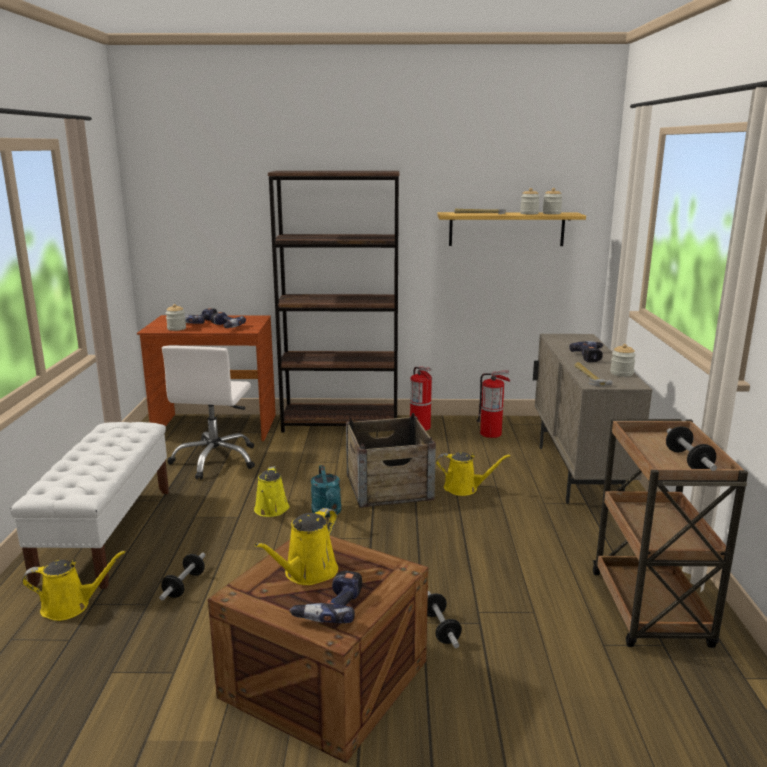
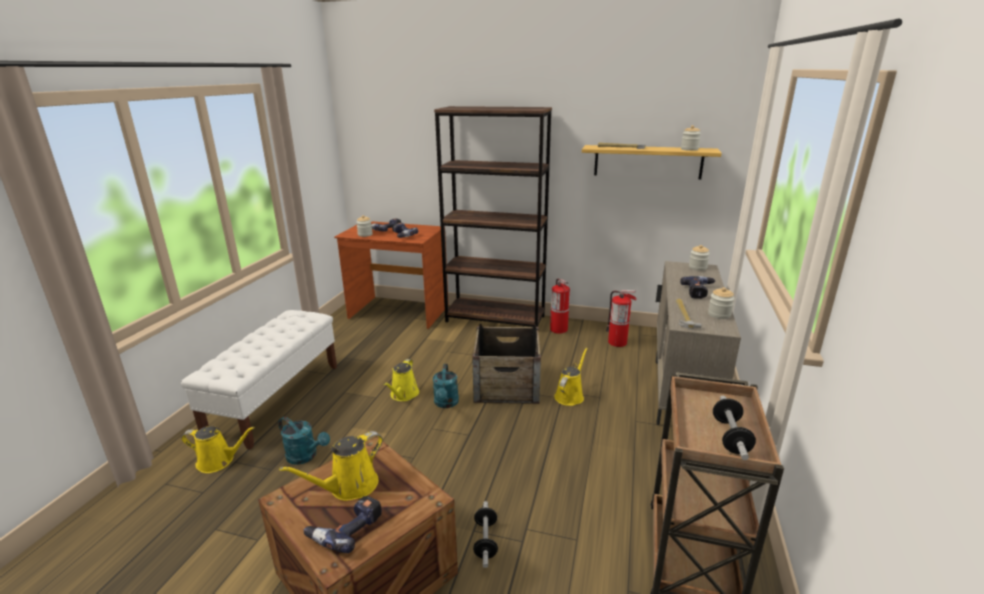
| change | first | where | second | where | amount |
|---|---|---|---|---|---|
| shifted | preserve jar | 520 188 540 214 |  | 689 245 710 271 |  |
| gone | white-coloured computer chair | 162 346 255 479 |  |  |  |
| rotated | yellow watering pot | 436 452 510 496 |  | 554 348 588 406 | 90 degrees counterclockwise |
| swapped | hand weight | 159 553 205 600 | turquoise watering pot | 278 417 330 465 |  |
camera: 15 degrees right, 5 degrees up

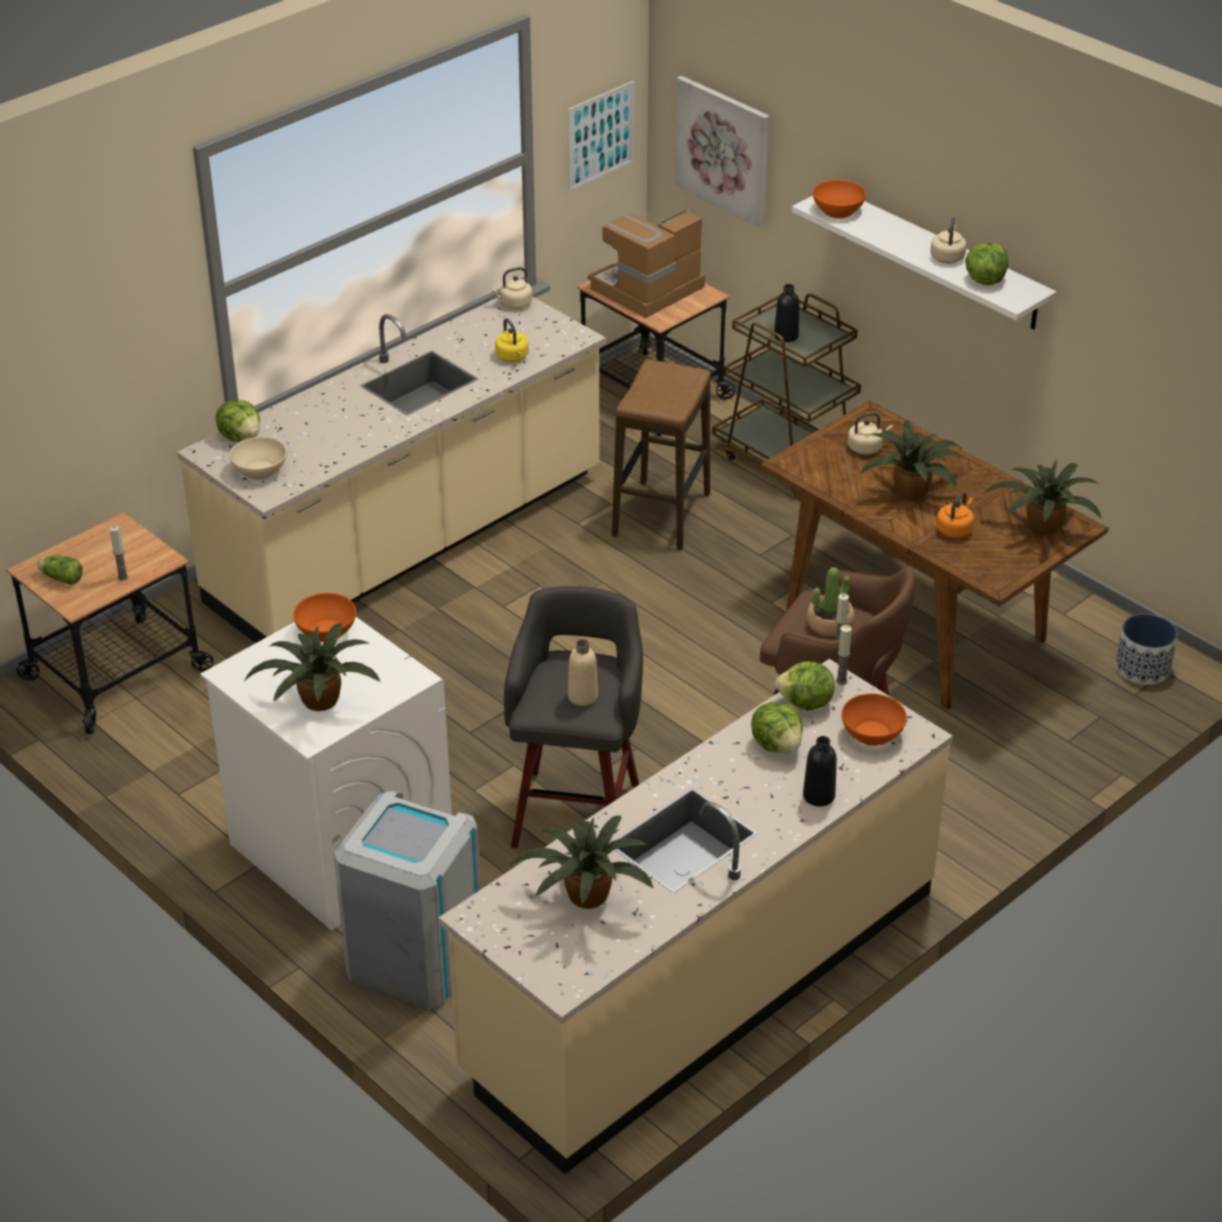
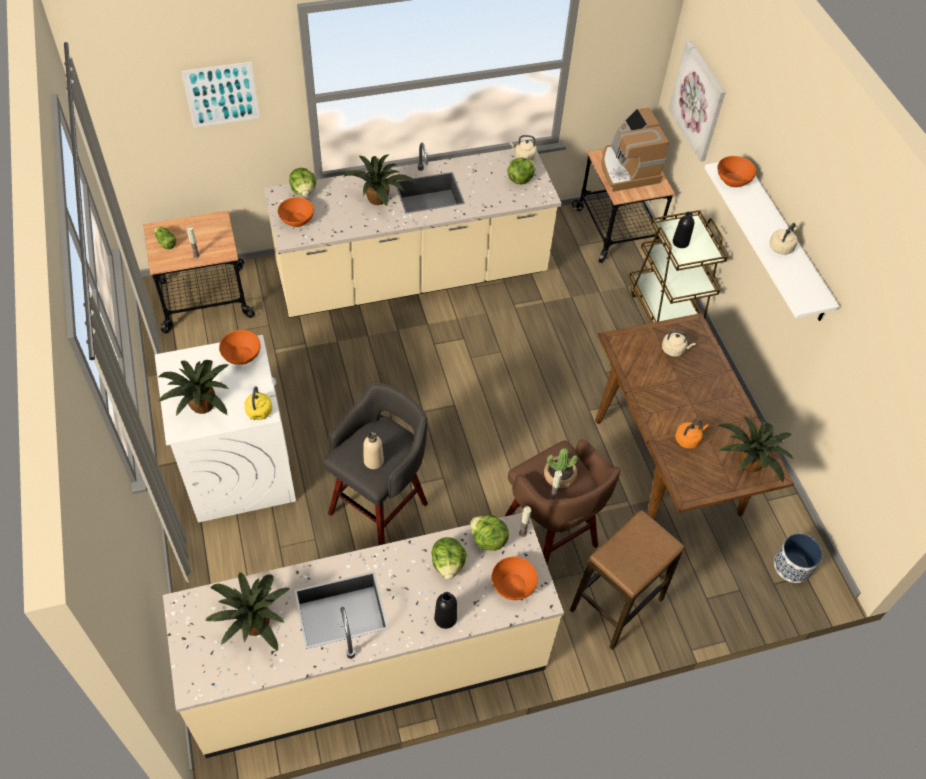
| change | first | where | second | where | amount |
|---|---|---|---|---|---|
| shifted | wall picture | 567 81 634 192 |  | 181 62 260 128 |  |
| rotated | coffee maker | 588 210 705 318 |  | 602 108 669 192 | 90 degrees counterclockwise |
| shifted | head of lettuce | 965 243 1008 285 |  | 507 158 536 184 |  |
| shifted | yellow kettle | 495 318 529 362 |  | 244 386 272 420 |  |
| shifted | stool seat | 612 359 711 550 |  | 570 510 684 650 |  |
| shifted | houseplant | 860 420 965 501 |  | 343 154 417 206 |  |
| repainted | beige deep dish | 230 437 287 480 | orangey deep dish | 278 197 314 227 |  |
| gone | grey trash can | 334 791 481 1010 |  |  |  |
camera: 25 degrees right, 15 degrees up

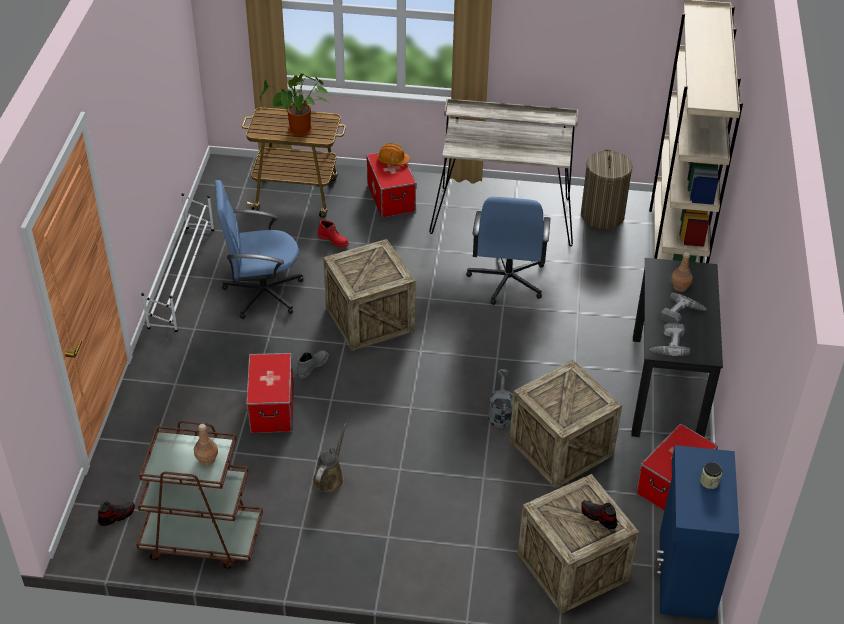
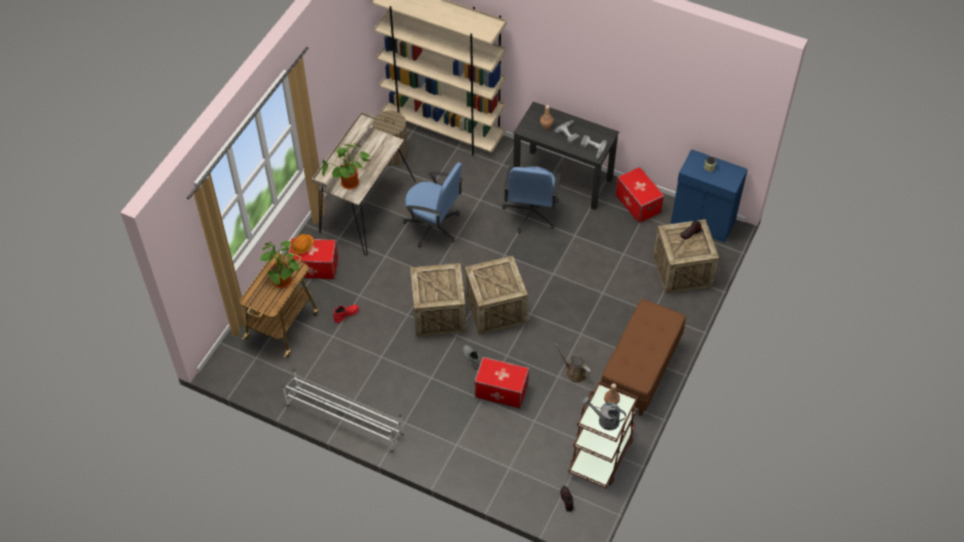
| change | first | where | second | where | amount |
|---|---|---|---|---|---|
| shifted | blue-coloured computer chair | 215 180 303 319 |  | 502 166 561 233 |  |
| shifted | shipping crate | 509 360 622 488 |  | 465 256 528 335 |  |
| shifted | grey watering pot | 488 369 513 428 |  | 582 397 626 430 |  |
| new |  |  | houseplant | 322 144 371 190 |  |
| new |  |  | brown indoor bench | 600 299 686 416 |  |
camera: 70 degrees left, 10 degrees up

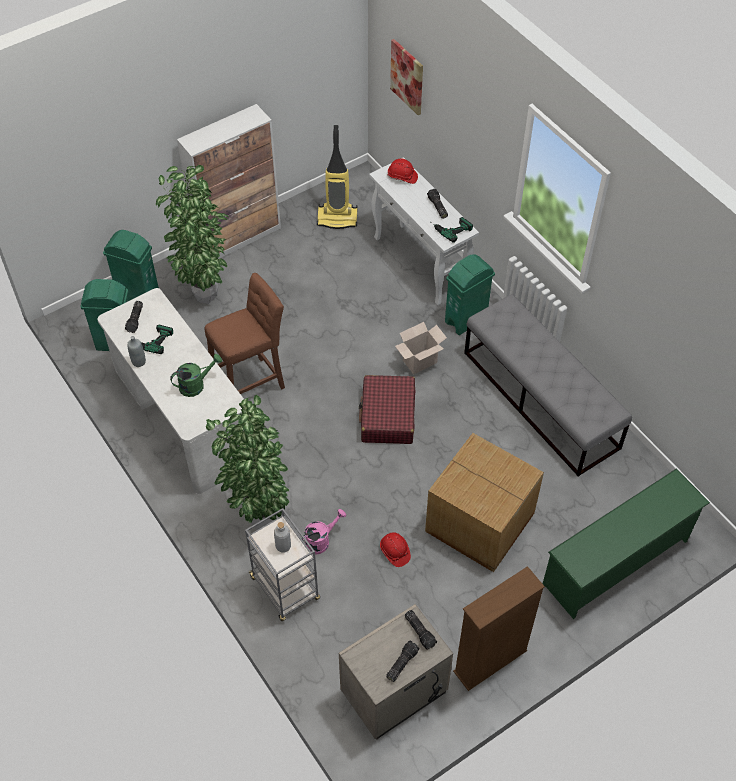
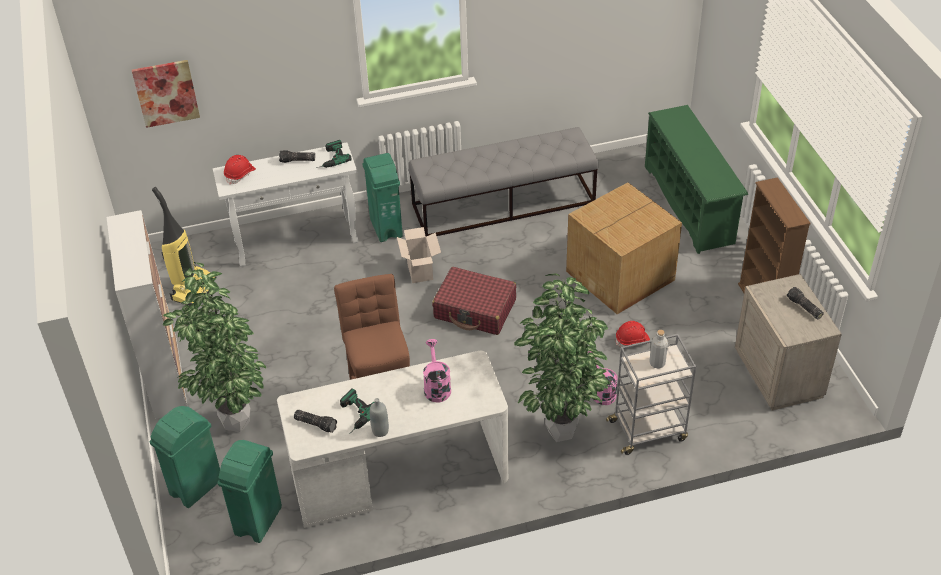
| change | first | where | second | where | amount |
|---|---|---|---|---|---|
| repainted | green watering pot | 170 354 222 397 | pinkish watering pot | 423 339 451 403 |  |
| gone | hand torch | 405 610 437 650 |  |  |  |
camera: 70 degrees left, 10 degrees down

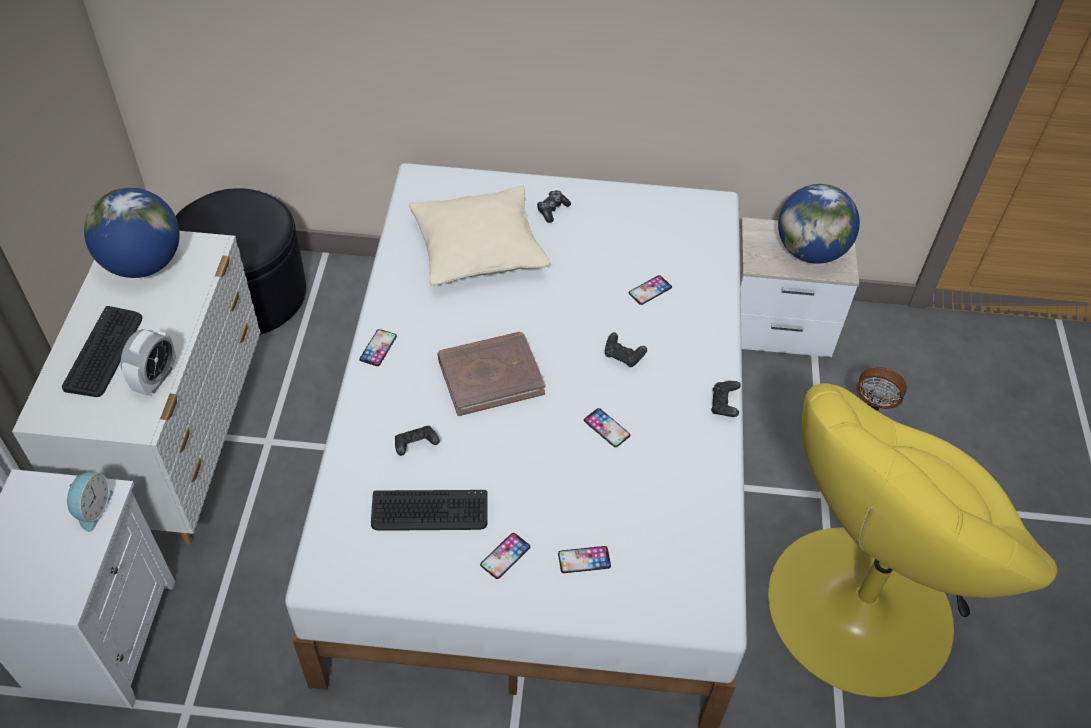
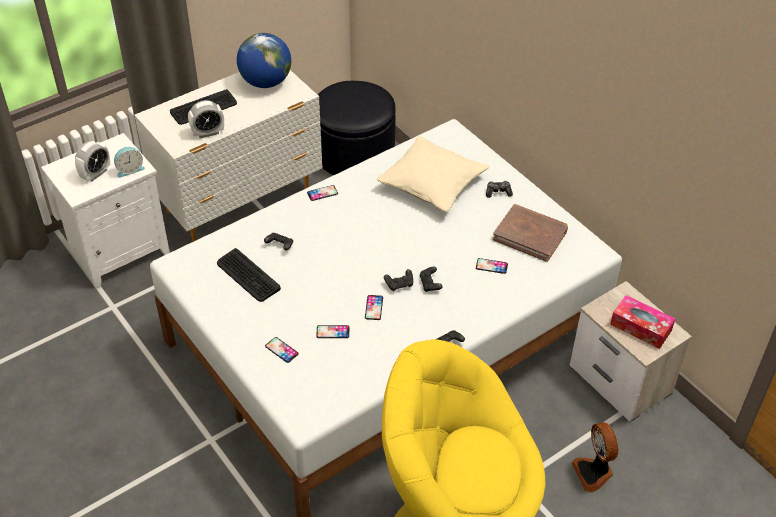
| change | first | where | second | where | amount |
|---|---|---|---|---|---|
| swapped | desk globe | 778 184 860 264 | tissue box | 610 295 675 349 |  |
| shifted | brown book | 438 332 545 416 |  | 493 204 568 262 |  |
| shifted | phone | 480 533 530 579 |  | 316 325 349 338 |  |
| new |  |  | table clock | 75 141 110 181 |  |
| new |  |  | blackish joypad | 384 269 413 291 |  |
camera: 50 degrees right, 5 degrees down

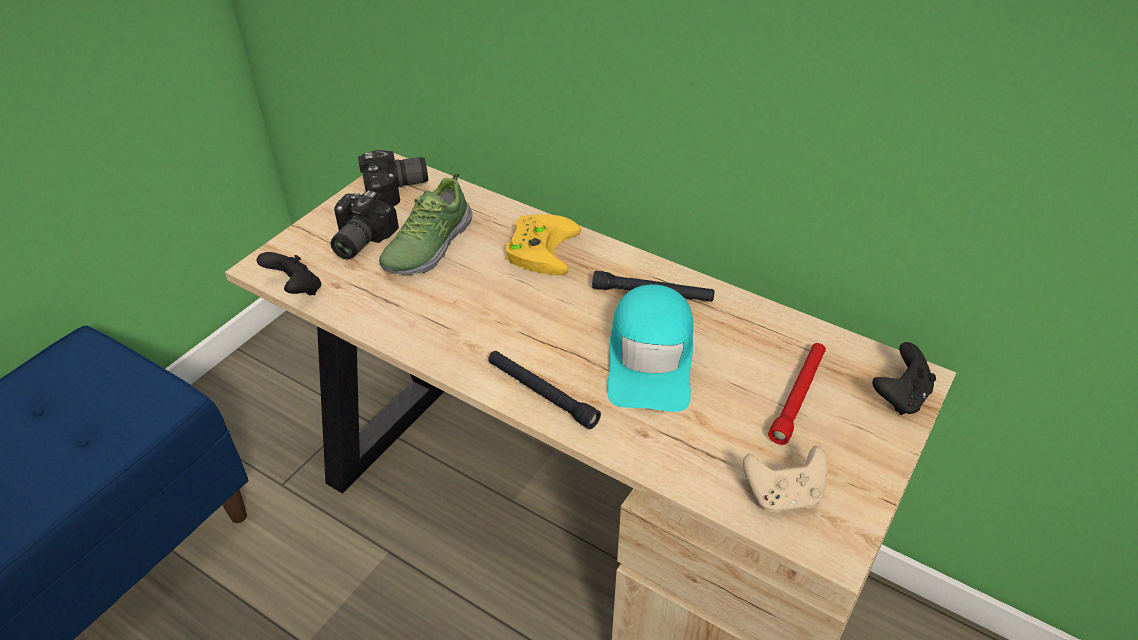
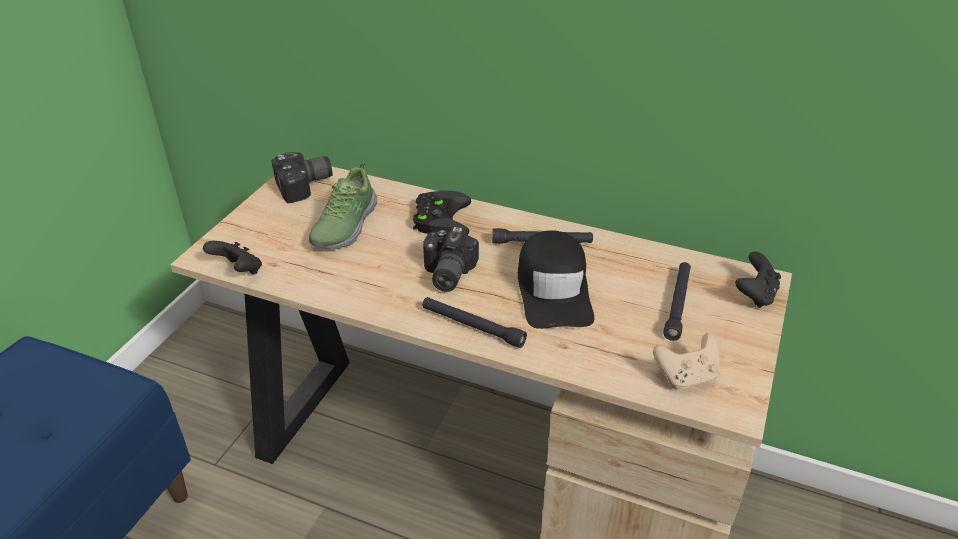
| change | first | where | second | where | amount |
|---|---|---|---|---|---|
| shifted | photo camera | 331 190 399 260 |  | 423 226 479 292 |  |
| repainted | yellow joypad | 505 214 581 275 | blackish joypad | 413 191 471 234 |  |
| repainted | turquoise baseball cap | 607 285 693 412 | blackish baseball cap | 518 230 594 329 |  |
| repainted | red hand torch | 768 343 826 445 | blackish hand torch | 663 262 691 341 |  |
camera: 10 degrees left, 5 degrees down

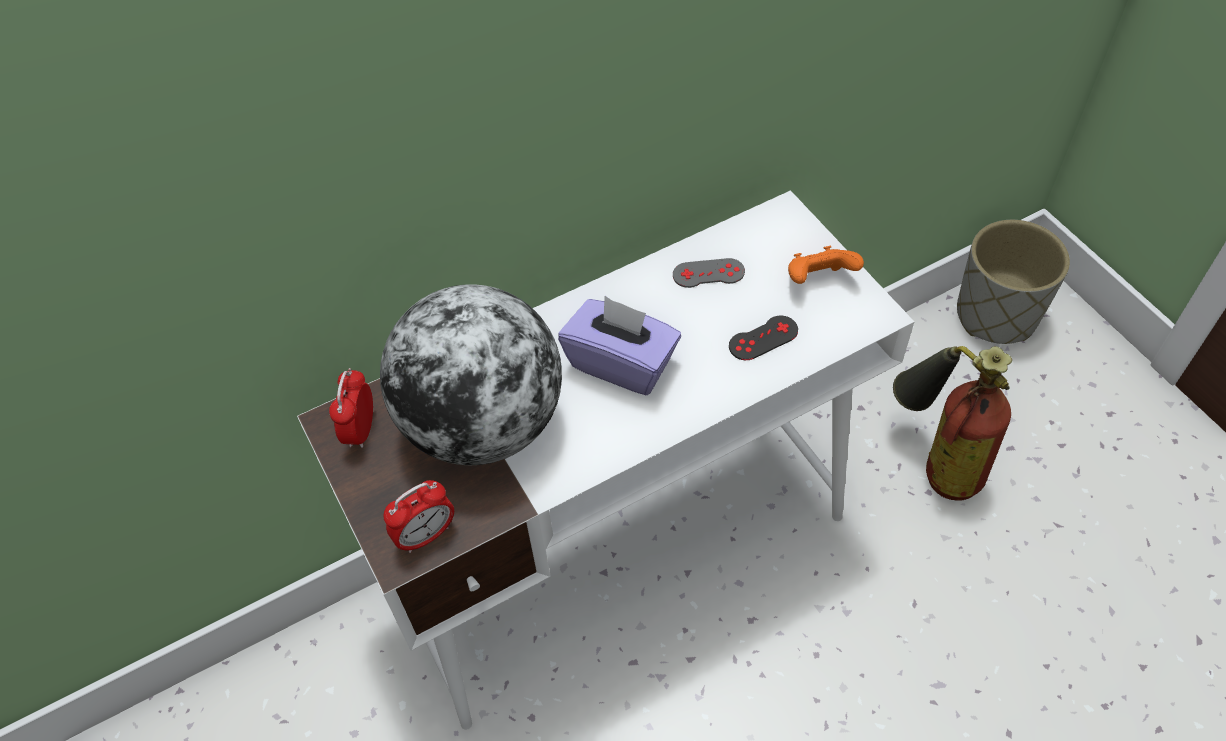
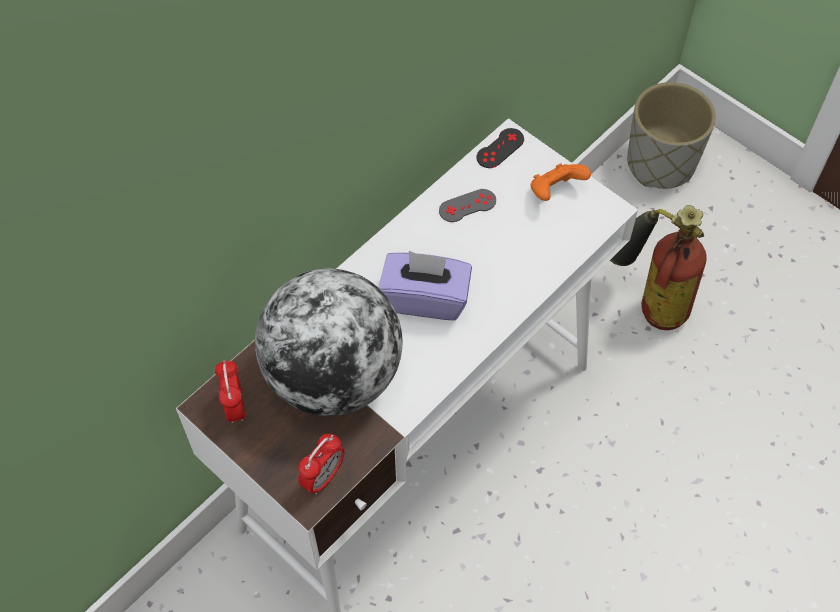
| change | first | where | second | where | amount |
|---|---|---|---|---|---|
| shifted | blackish joypad | 729 316 798 360 |  | 476 128 524 168 |  |
camera: 20 degrees left, 5 degrees up

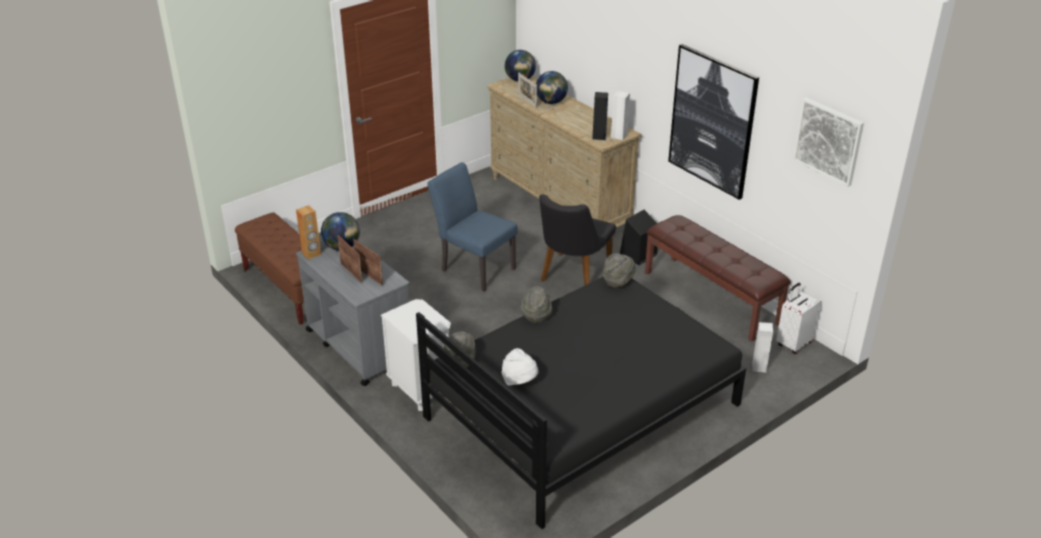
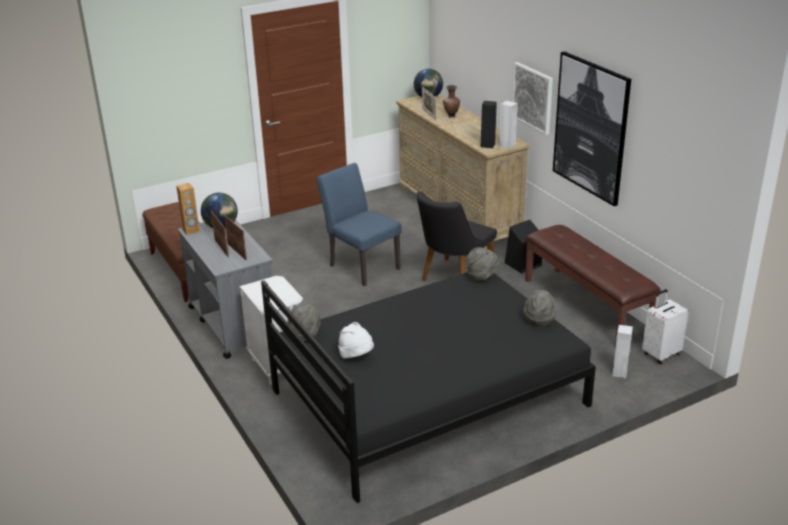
| change | first | where | second | where | amount |
|---|---|---|---|---|---|
| swapped | desk globe | 536 71 568 104 | brown vase | 443 85 460 117 |  |
| shifted | wall picture | 793 98 864 187 |  | 512 62 553 135 |  |
| shifted | grey wearable hat | 520 286 552 323 |  | 523 290 556 327 |  |
camera: 10 degrees right, 5 degrees down

